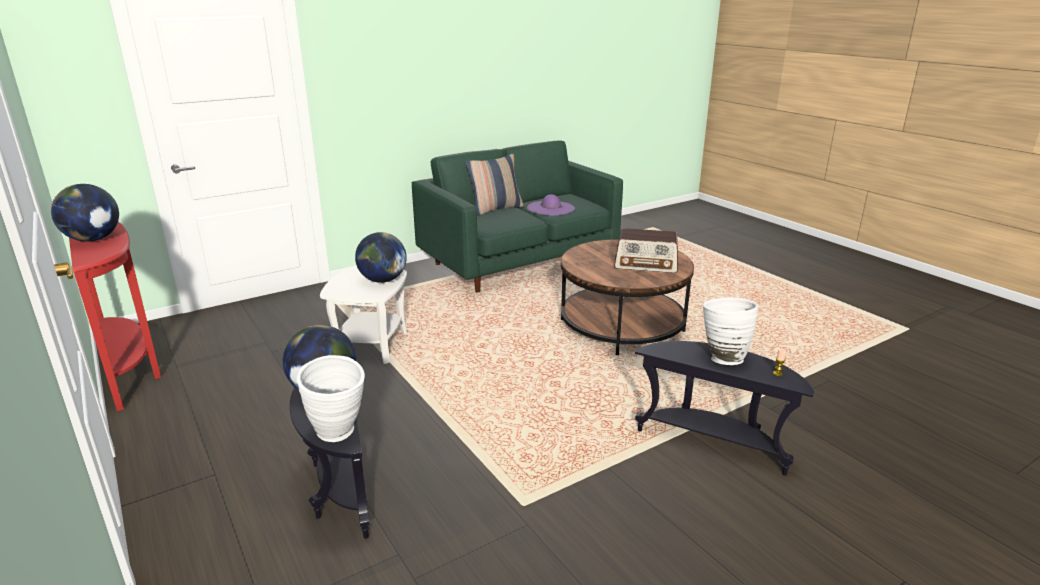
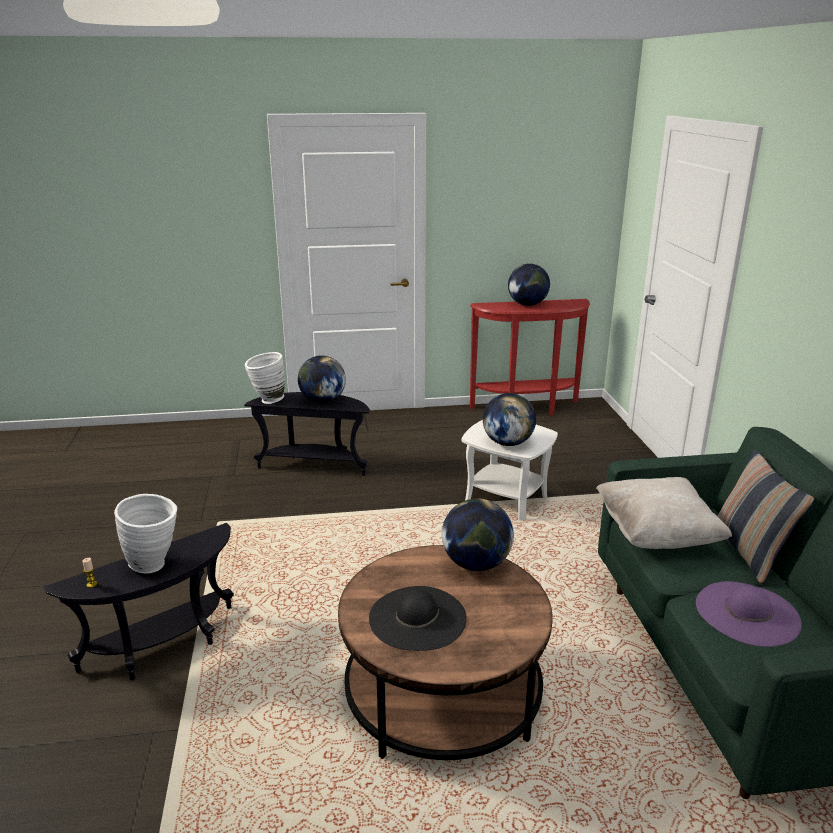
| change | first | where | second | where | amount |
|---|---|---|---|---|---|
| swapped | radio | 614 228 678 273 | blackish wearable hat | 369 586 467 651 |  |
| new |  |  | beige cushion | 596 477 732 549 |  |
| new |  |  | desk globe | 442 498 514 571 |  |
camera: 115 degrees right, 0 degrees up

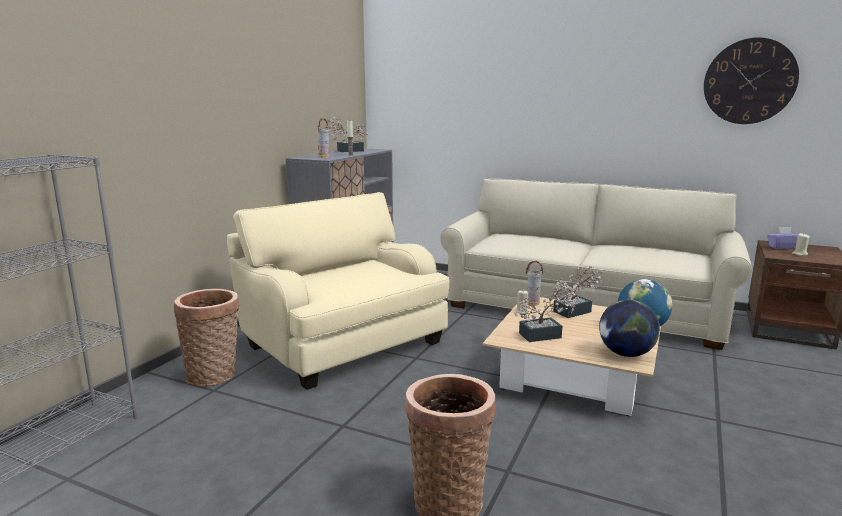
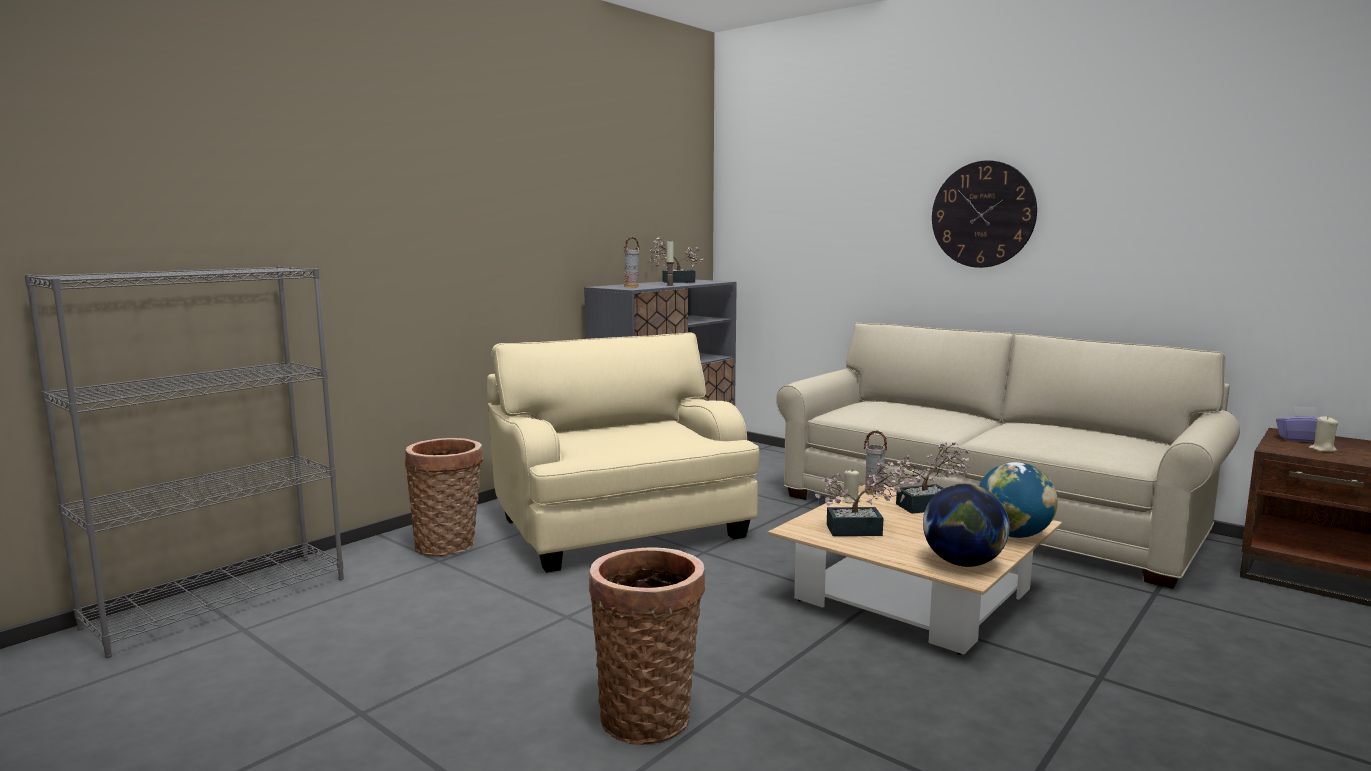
| change | first | where | second | where | amount |
|---|---|---|---|---|---|
| shifted | hanging clock | 704 37 799 124 |  | 932 160 1037 268 |  |
camera: 15 degrees right, 5 degrees down

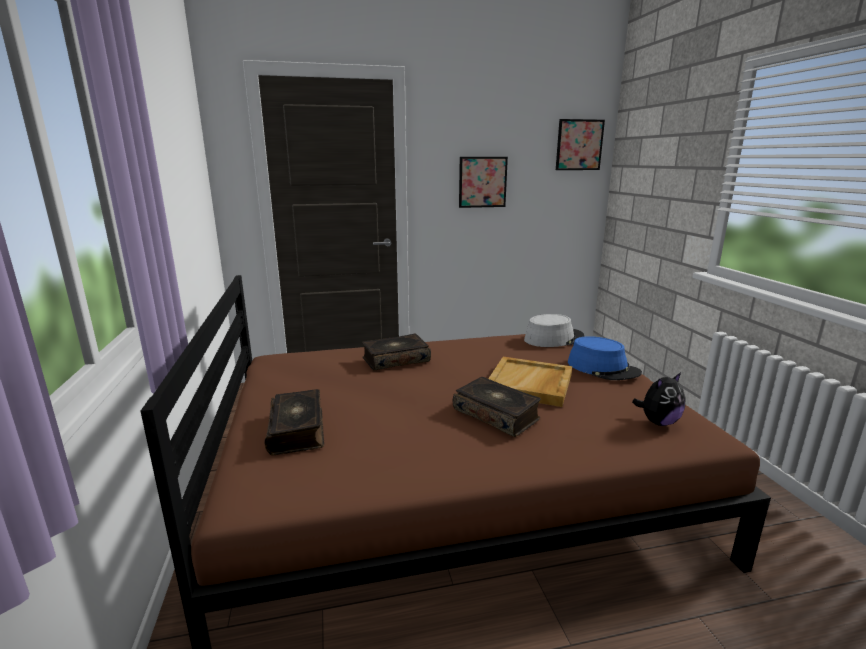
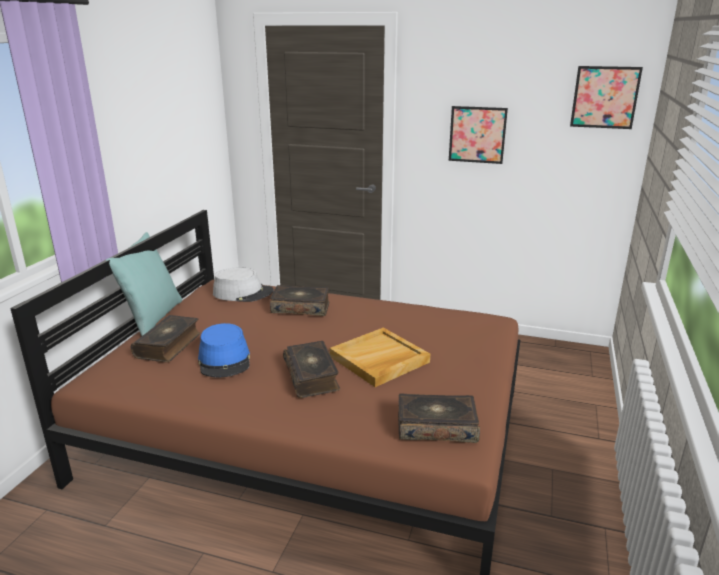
| change | first | where | second | where | amount |
|---|---|---|---|---|---|
| shifted | grey wearable hat | 524 314 584 347 |  | 213 268 274 302 |  |
| shifted | blue-coloured wearable hat | 568 336 642 380 |  | 198 323 250 377 |  |
| swapped | plush toy | 632 373 685 426 | book | 398 394 480 443 |  |
| new |  |  | turquoise cushion | 106 232 182 336 |  |
camera: 30 degrees right, 5 degrees up

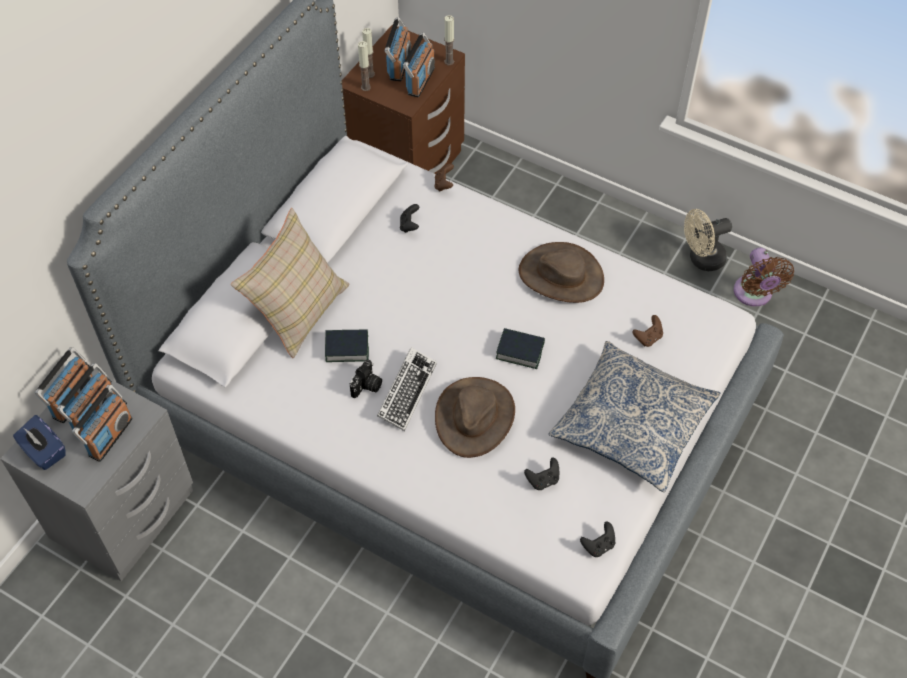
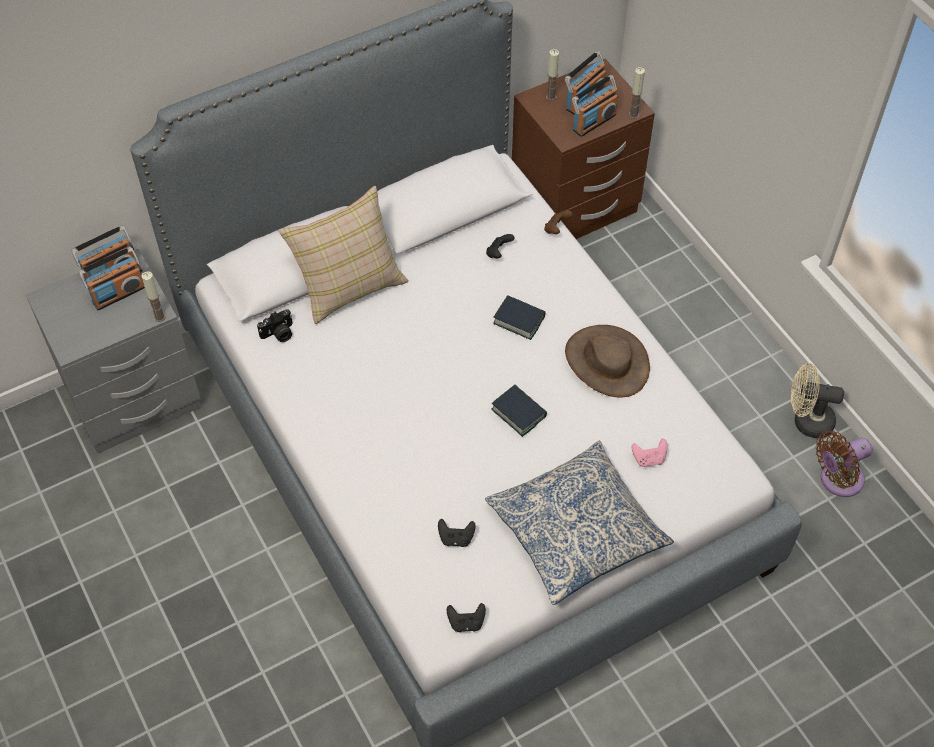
| change | first | where | second | where | amount |
|---|---|---|---|---|---|
| shifted | wax candle | 358 41 371 91 |  | 142 271 166 322 |  |
| rotated | brown cooling fan | 734 248 794 307 |  | 816 431 873 497 | 45 degrees clockwise |
| repainted | brown joypad | 633 315 663 347 | pinkish joypad | 632 438 667 467 |  |
| shifted | book | 325 329 369 362 |  | 493 295 546 340 |  |
| gone | keyboard | 377 347 437 431 |  |  |  |
| shifted | photo camera | 350 360 382 398 |  | 257 309 293 342 |  |
| gone | brown wearable hat | 435 377 515 458 |  |  |  |
| gone | radio | 72 385 133 462 |  |  |  |
| gone | blue-coloured tissue box | 13 415 66 470 |  |  |  |
camera: 30 degrees right, 0 degrees up

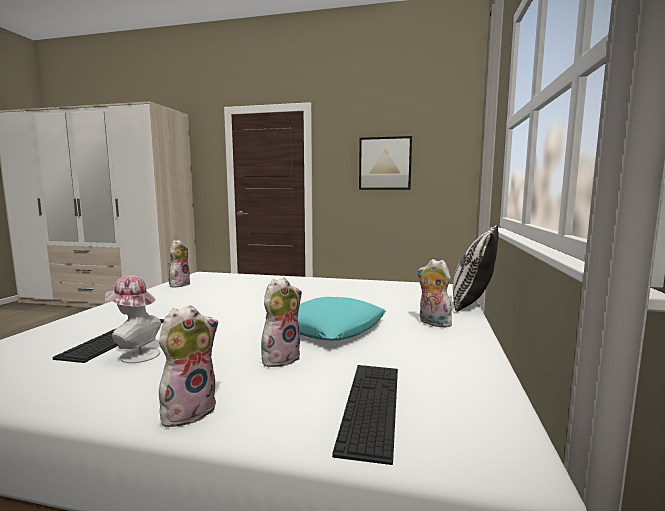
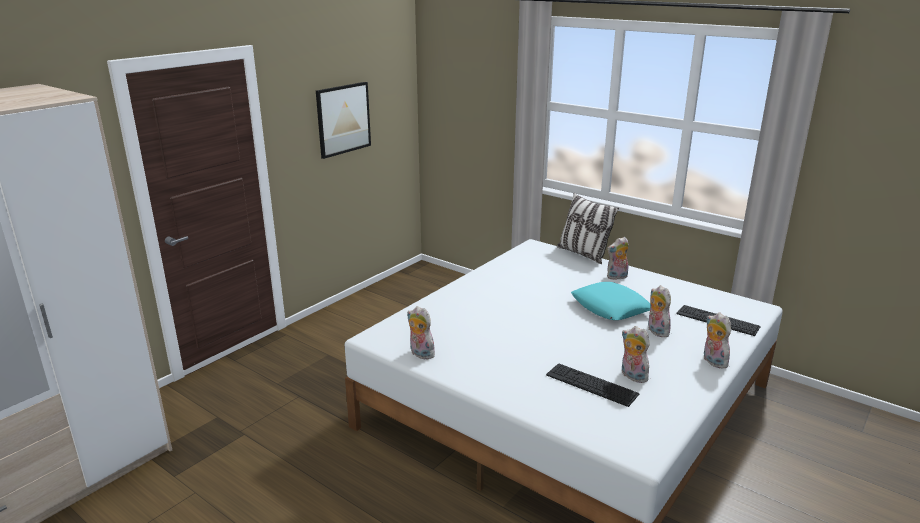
| change | first | where | second | where | amount |
|---|---|---|---|---|---|
| swapped | wearable hat | 105 275 161 363 | plush toy | 622 326 650 383 |  |
camera: 65 degrees left, 15 degrees up

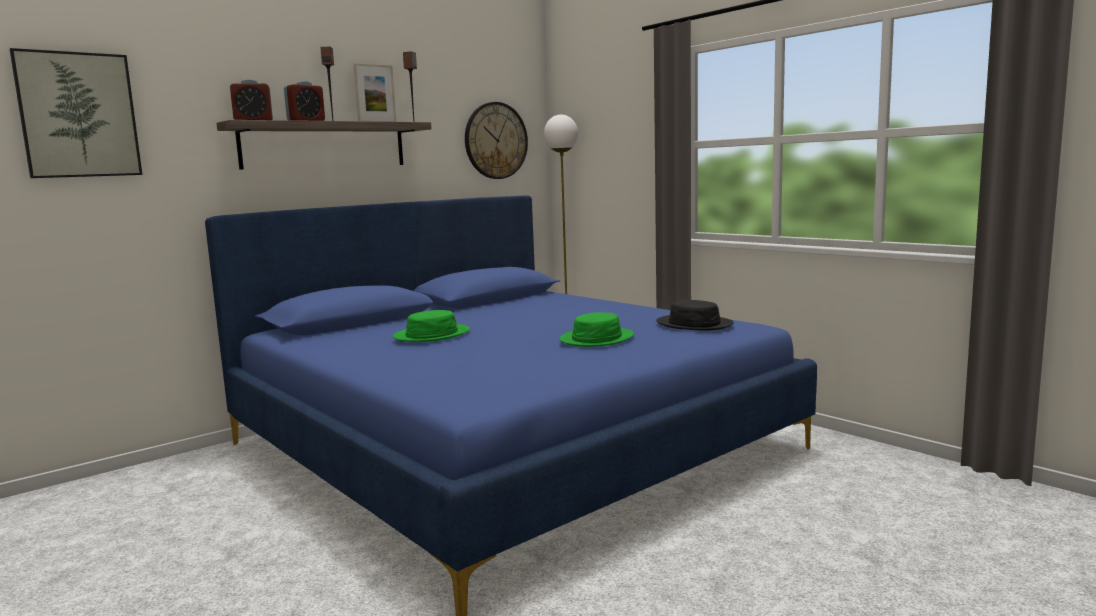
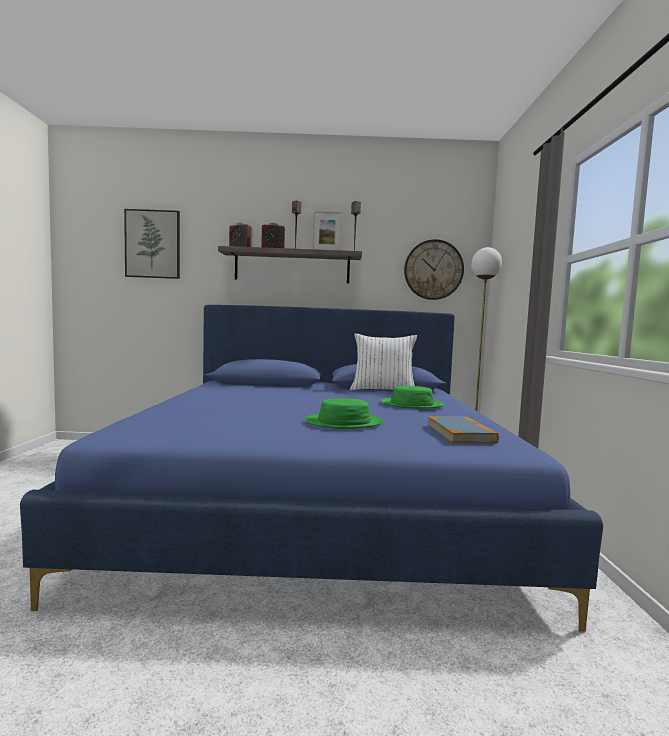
| change | first | where | second | where | amount |
|---|---|---|---|---|---|
| swapped | blackish wearable hat | 656 300 734 331 | book | 428 416 499 443 |  |
| shifted | green wearable hat | 393 310 470 342 |  | 381 386 445 409 |  |
| new |  |  | white-coloured cushion | 350 333 417 391 |  |
camera: 40 degrees right, 5 degrees down

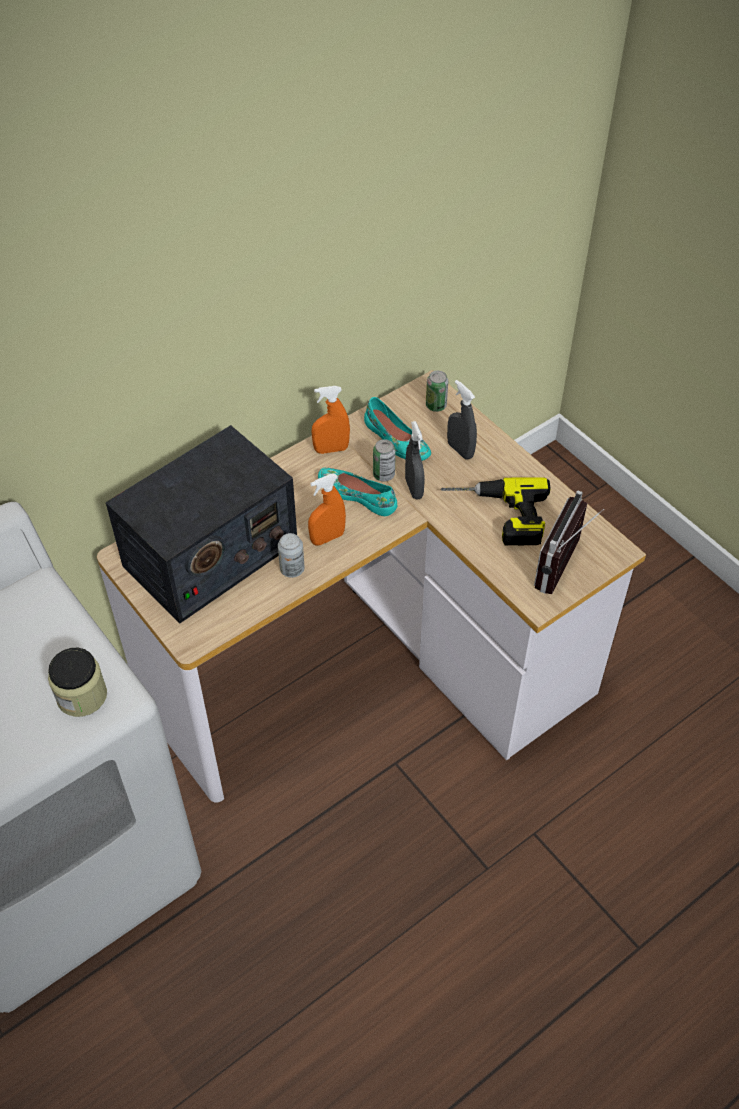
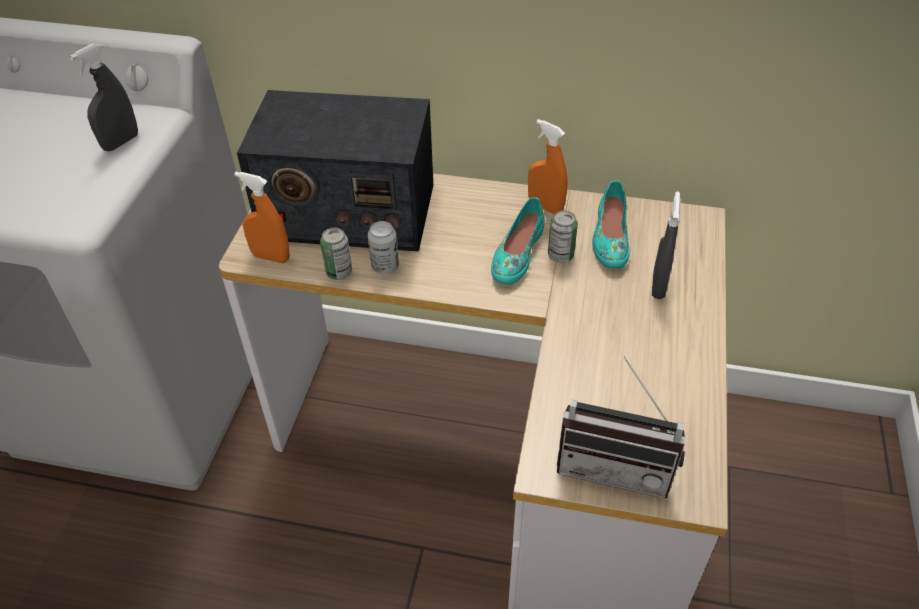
| change | first | where | second | where | amount |
|---|---|---|---|---|---|
| shifted | can | 426 371 448 412 |  | 320 228 352 280 |  |
| shifted | grey spray bottle | 405 421 425 500 |  | 70 44 138 151 |  |
| rotated | turquoise low shoe | 318 468 397 516 |  | 491 197 545 285 | 150 degrees counterclockwise |
| shifted | orangey spray bottle | 308 474 346 545 |  | 234 172 290 263 |  |
| gone | power drill | 441 477 551 545 |  |  |  |
| rotated | radio | 534 490 604 594 |  | 557 357 686 499 | 150 degrees counterclockwise |
| gone | preserve jar | 48 648 107 717 |  |  |  |
camera: 50 degrees right, 5 degrees down

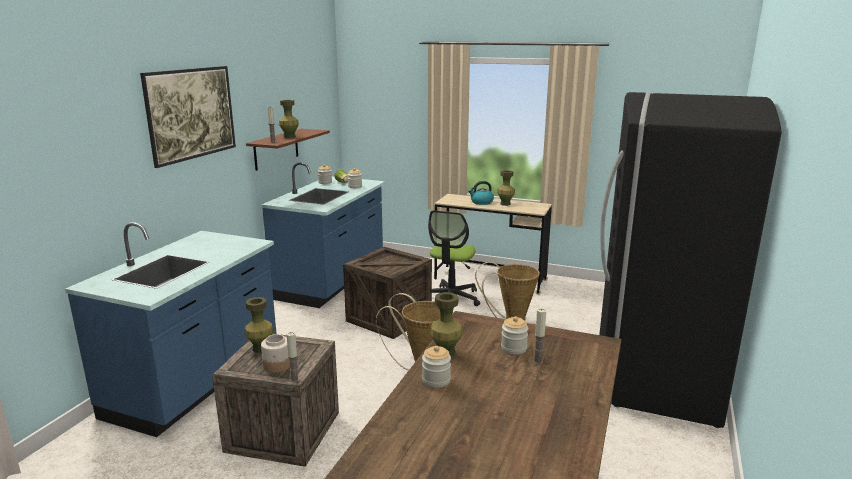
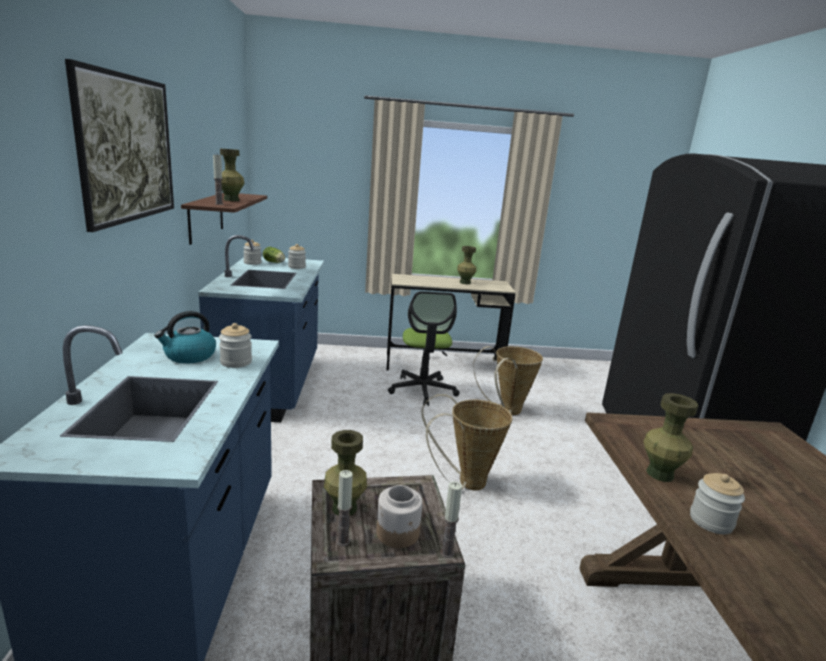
| change | first | where | second | where | amount |
|---|---|---|---|---|---|
| shifted | kettle | 468 181 494 205 |  | 154 311 216 364 |  |
| gone | shipping crate | 343 247 432 339 |  |  |  |
| shifted | wax candle | 533 309 546 364 |  | 336 470 353 546 |  |
| shifted | preserve jar | 501 316 528 354 |  | 219 323 252 368 |  |
camera: 25 degrees left, 0 degrees up

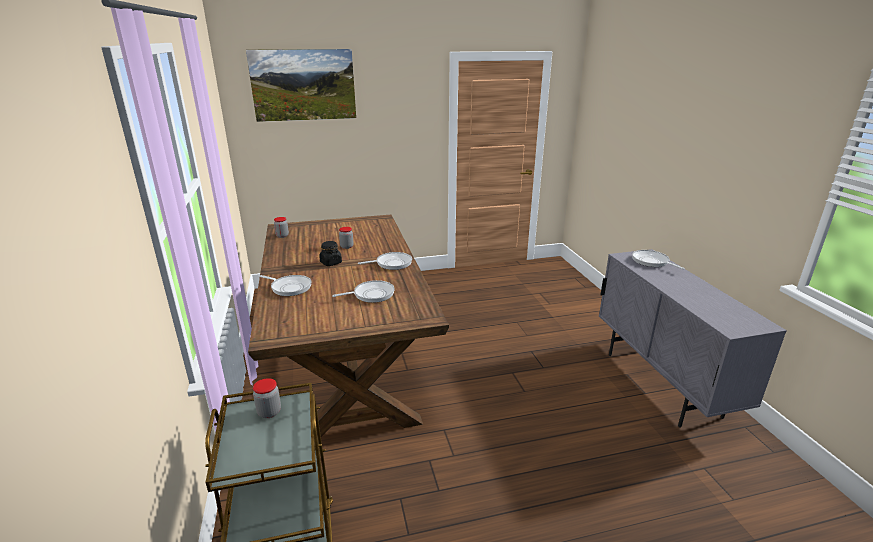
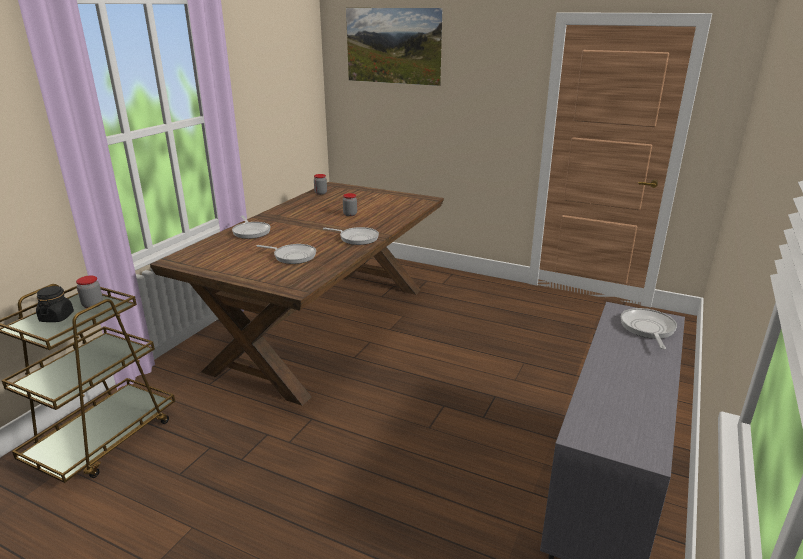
| change | first | where | second | where | amount |
|---|---|---|---|---|---|
| shifted | blackish preserve jar | 319 241 342 266 |  | 36 286 74 322 |  |
camera: 40 degrees right, 0 degrees up

